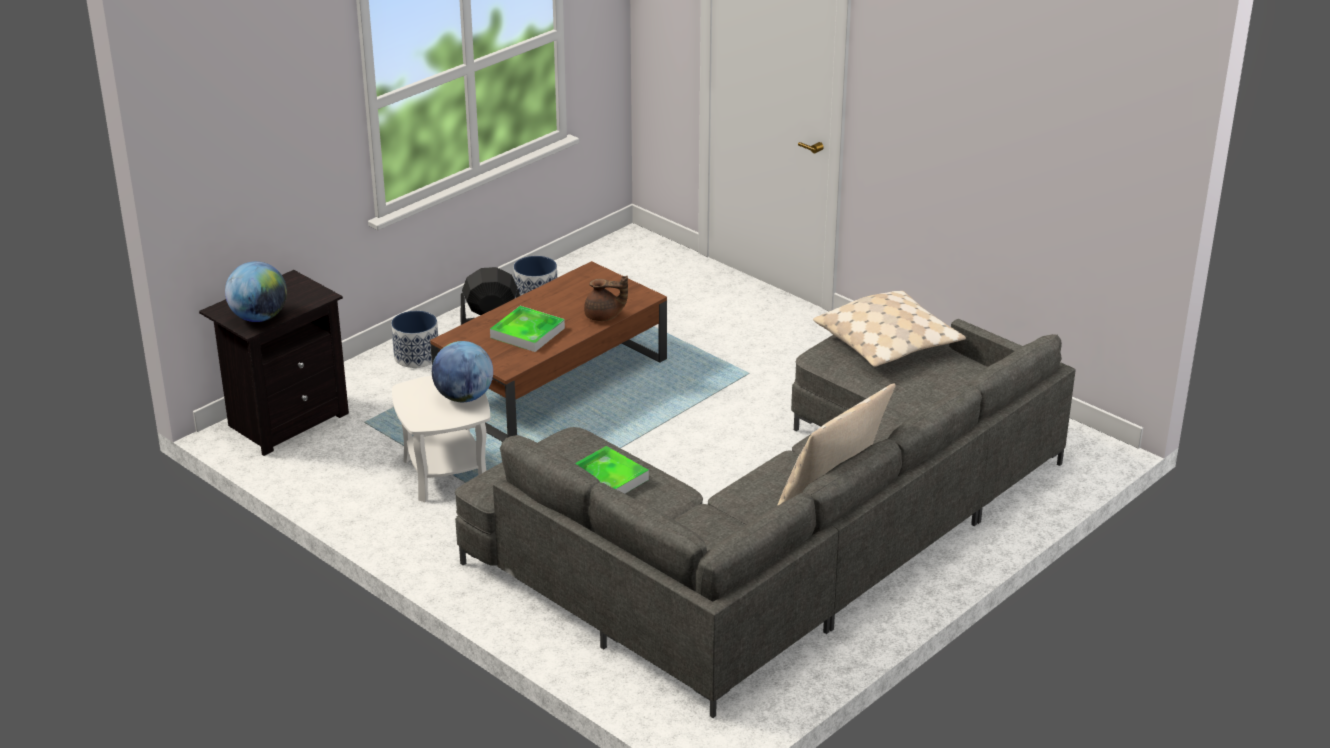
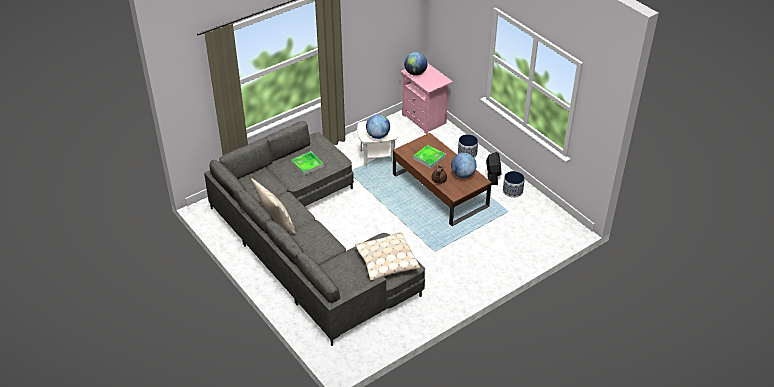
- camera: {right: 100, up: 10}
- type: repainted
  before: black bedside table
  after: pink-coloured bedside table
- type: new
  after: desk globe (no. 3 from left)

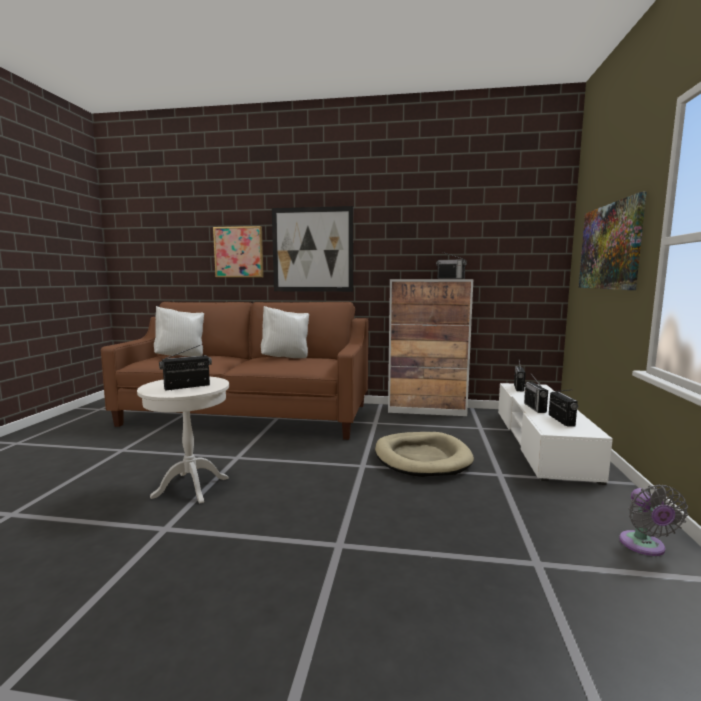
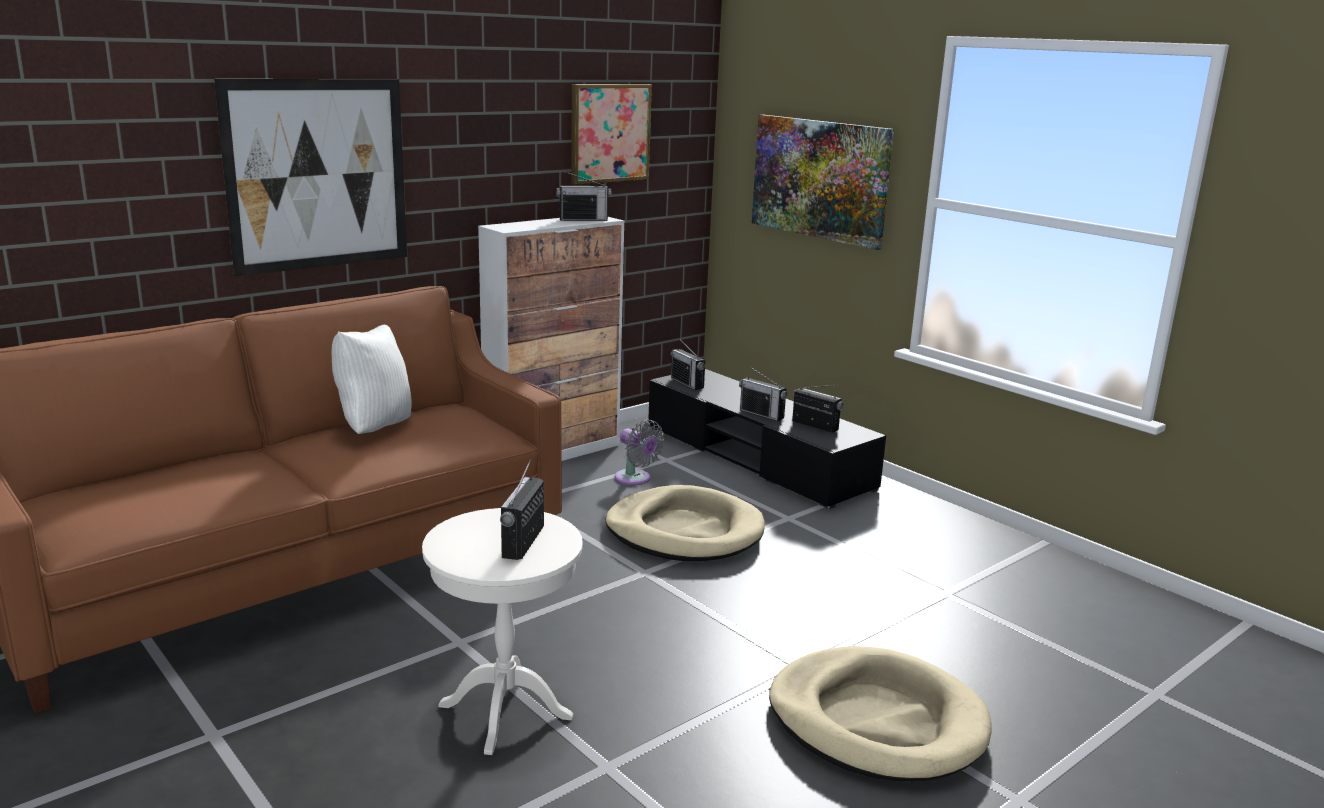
- camera: {right: -50, up: 10}
- type: gone
  before: white throw pillow (no. 1 from left)
- type: shifted
  before: picture (no. 1 from left in the first image)
  after: picture (no. 2 from left)
- type: repainted
  before: white tv unit
  after: black tv unit
- type: shifted
  before: grey electric fan
- type: new
  after: sand-coloured dog cushion (no. 2 from left)

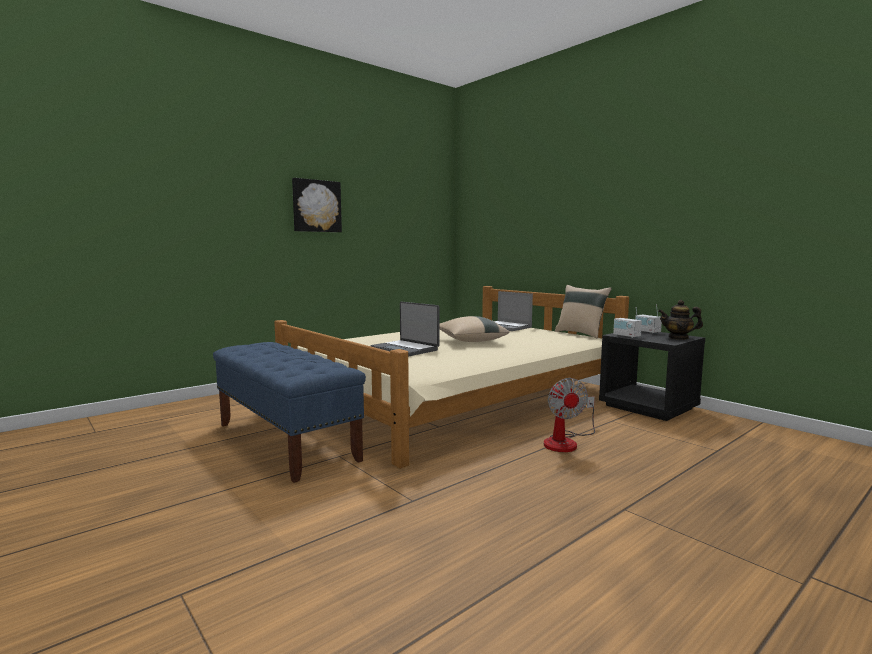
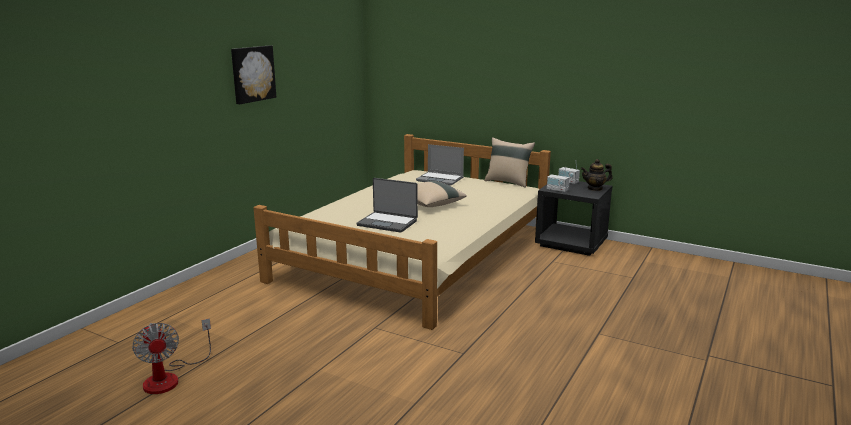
- camera: {right: -20, up: 10}
- type: gone
  before: blue-coloured long seat
- type: shifted
  before: electric fan

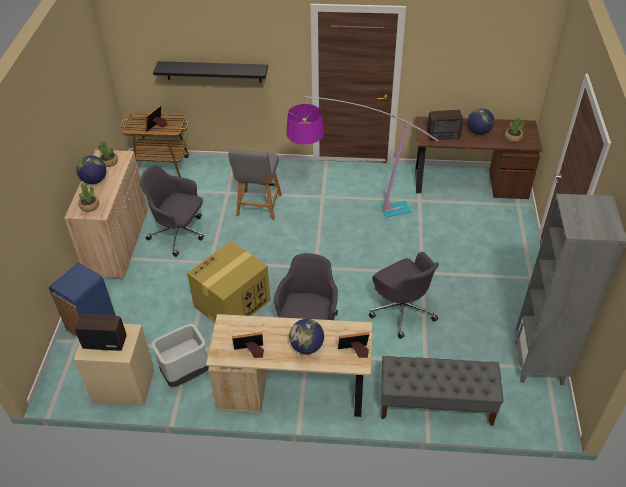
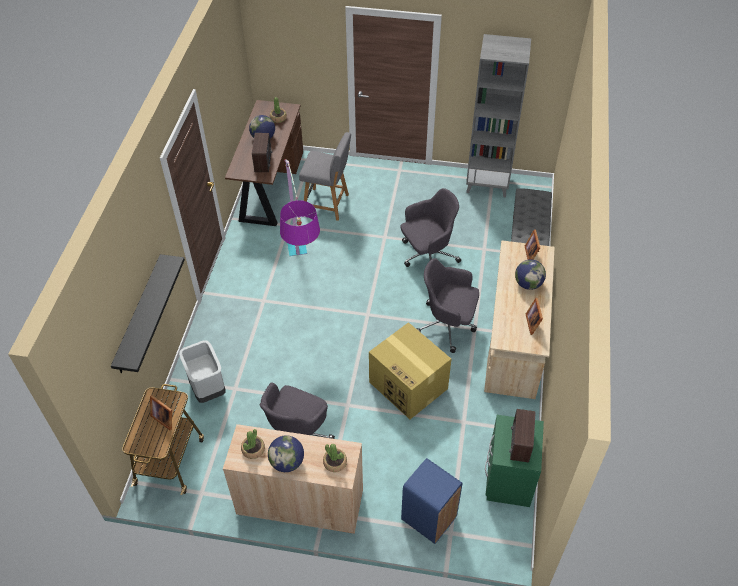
- camera: {right: -85, up: 5}
- type: repainted
  before: sand-coloured bedside table
  after: greenish bedside table
- type: shifted
  before: grey waste bin
- type: shifted
  before: grey plain chair

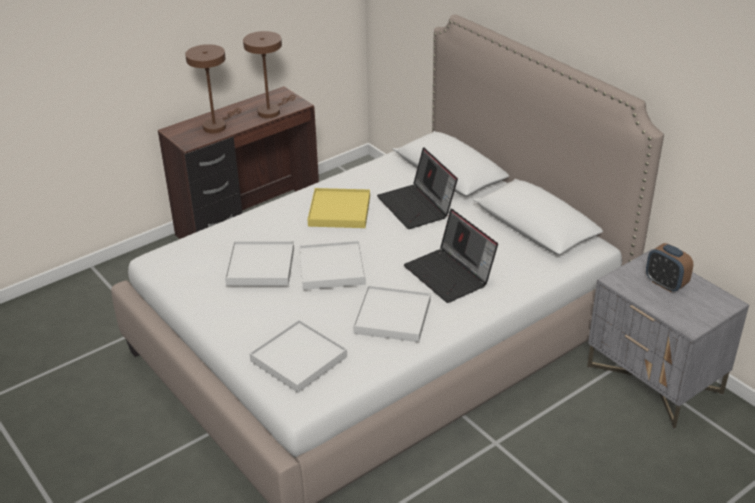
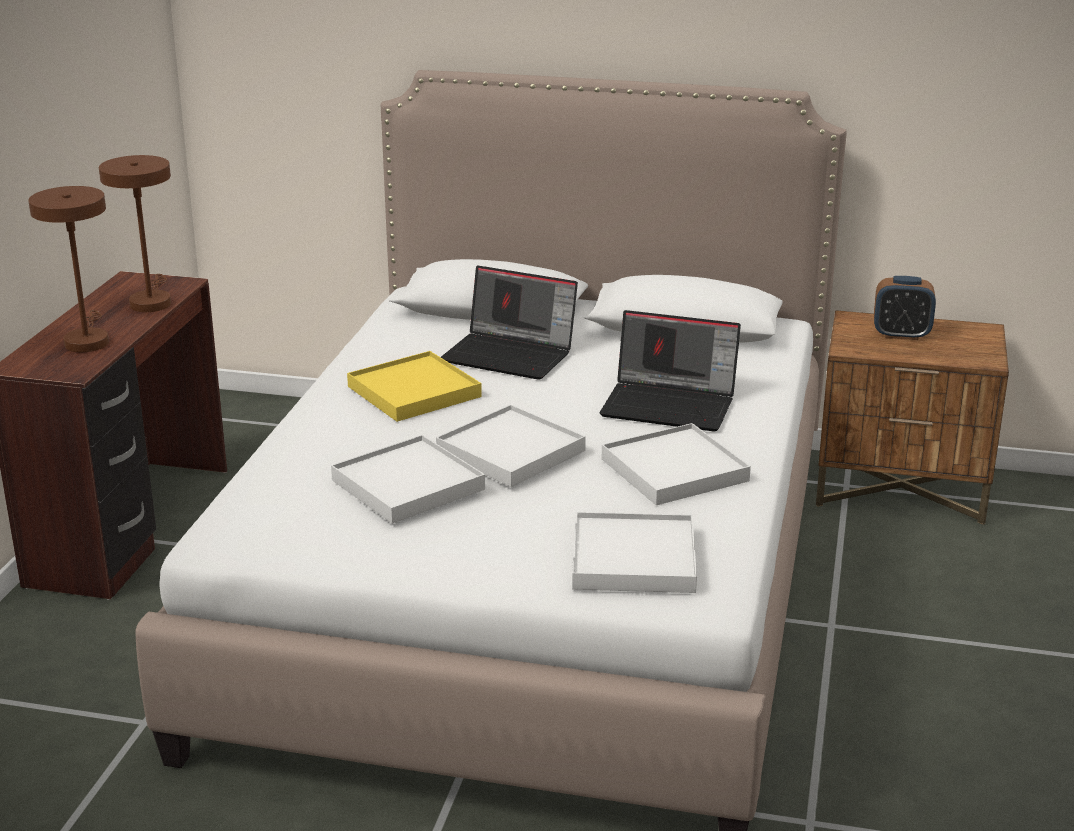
- camera: {right: -40, up: -10}
- type: repainted
  before: grey bedside table
  after: brown bedside table

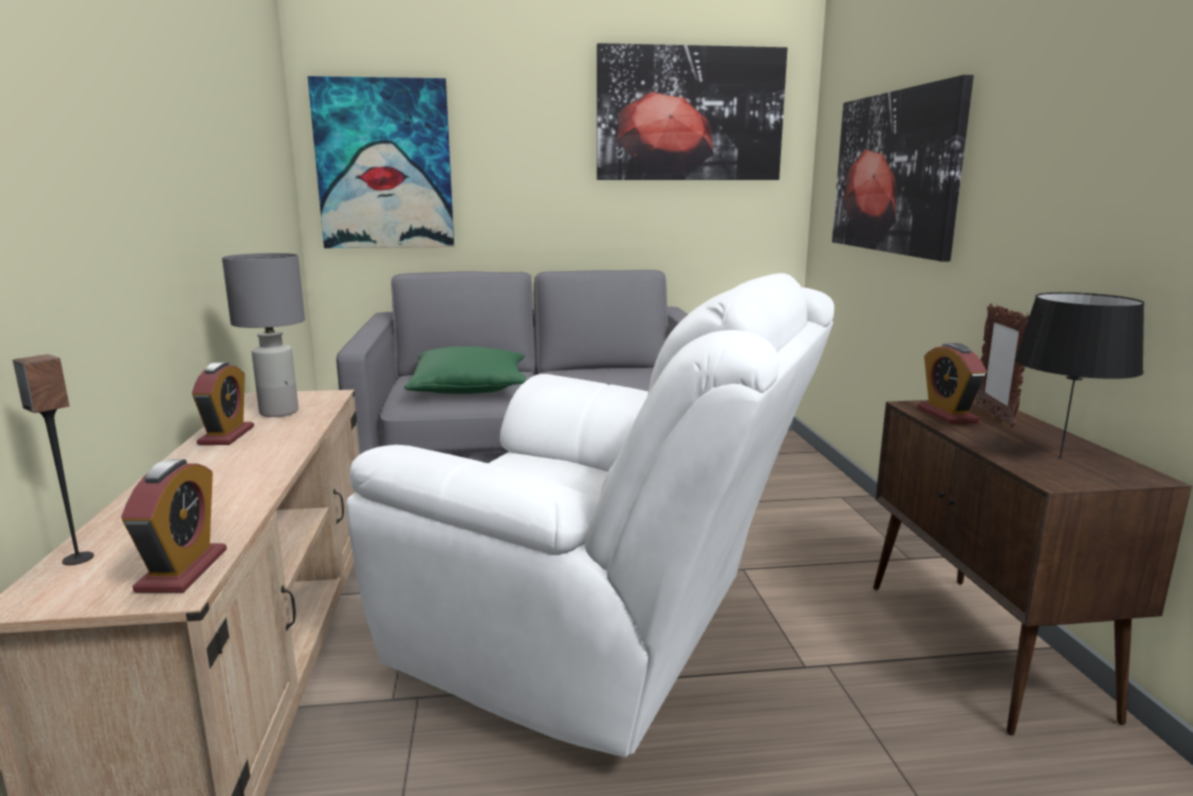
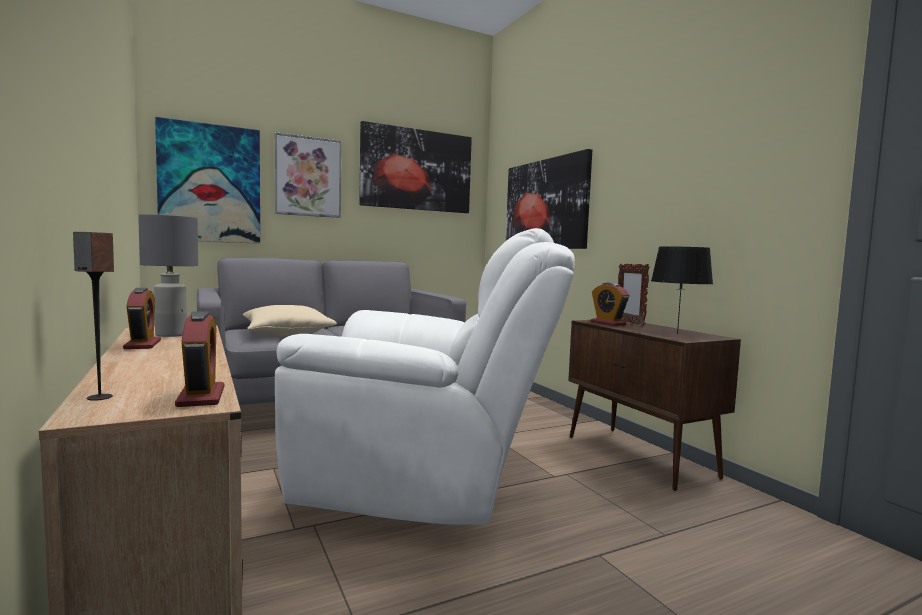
- camera: {right: -20, up: -10}
- type: repainted
  before: greenish throw pillow
  after: sand-coloured throw pillow
- type: new
  after: picture (no. 2 from left)

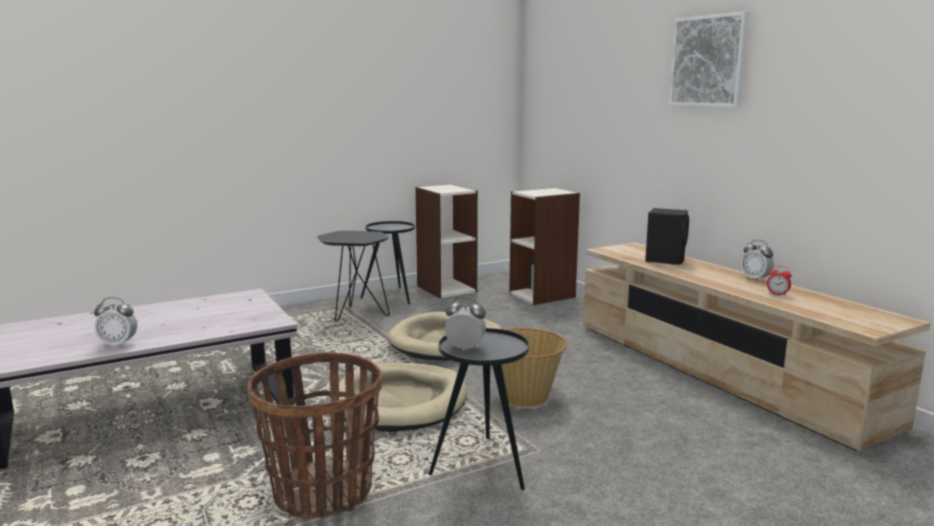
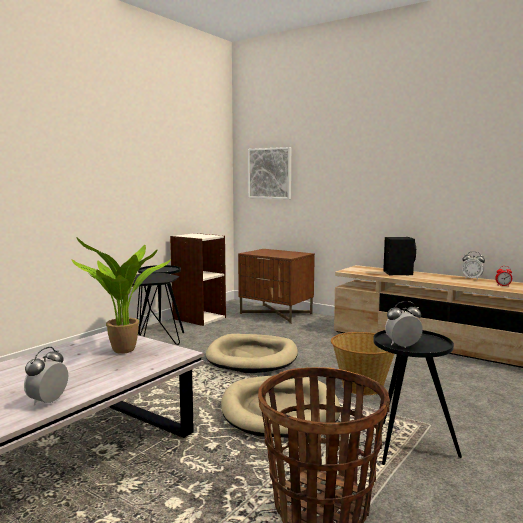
- camera: {right: -25, up: -5}
- type: rotated
  before: alarm clock (no. 1 from left)
  turn: 135
- type: swapped
  before: bookshelf (no. 2 from left)
  after: brown bedside table
- type: shifted
  before: picture
- type: new
  after: potted plant

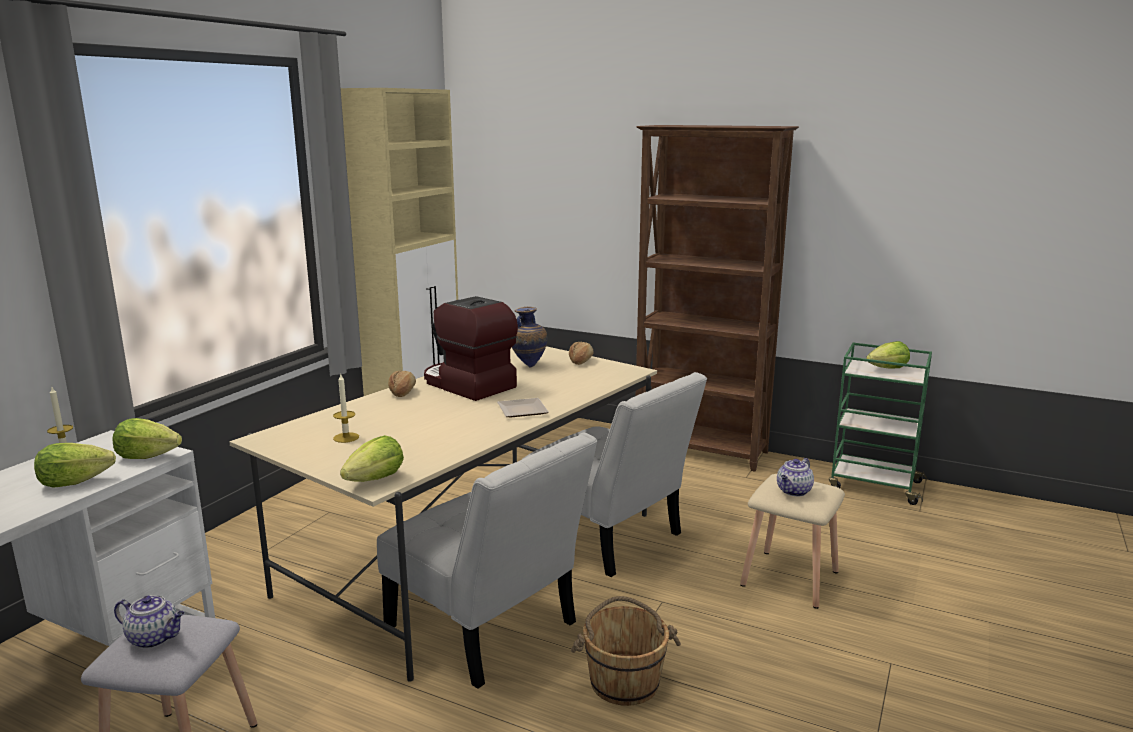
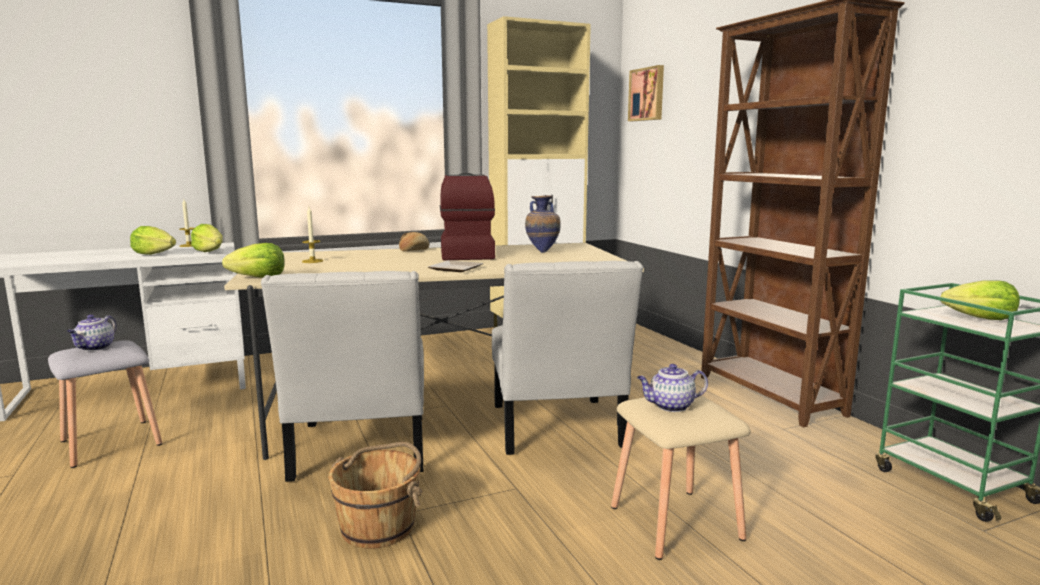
- camera: {right: 40, up: -5}
- type: rotated
  before: pot for tea (no. 1 from left)
  turn: 45
- type: gone
  before: bread (no. 2 from left)
- type: new
  after: picture

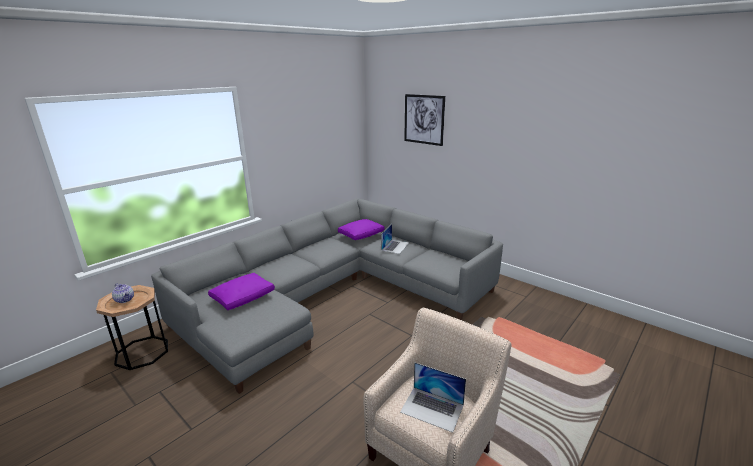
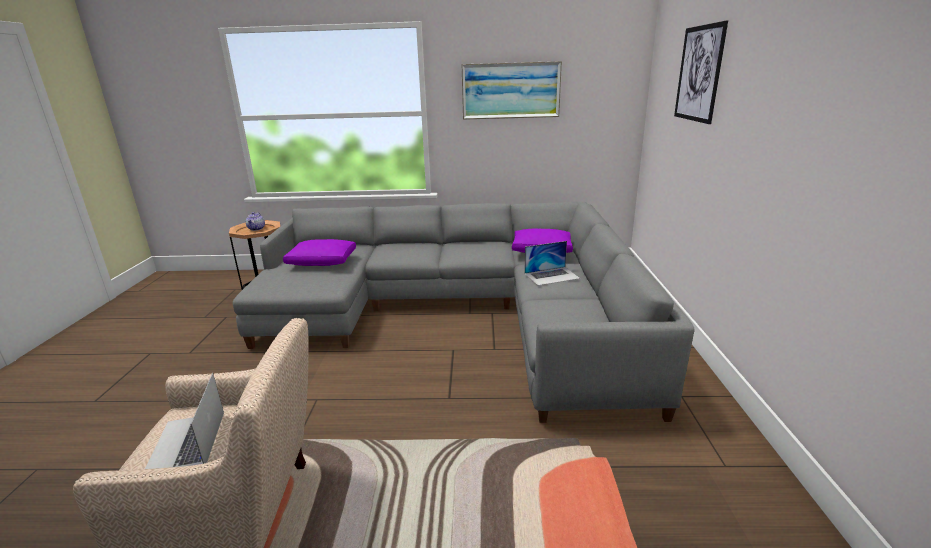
- camera: {right: 50, up: 0}
- type: new
  after: picture (no. 1 from left)

